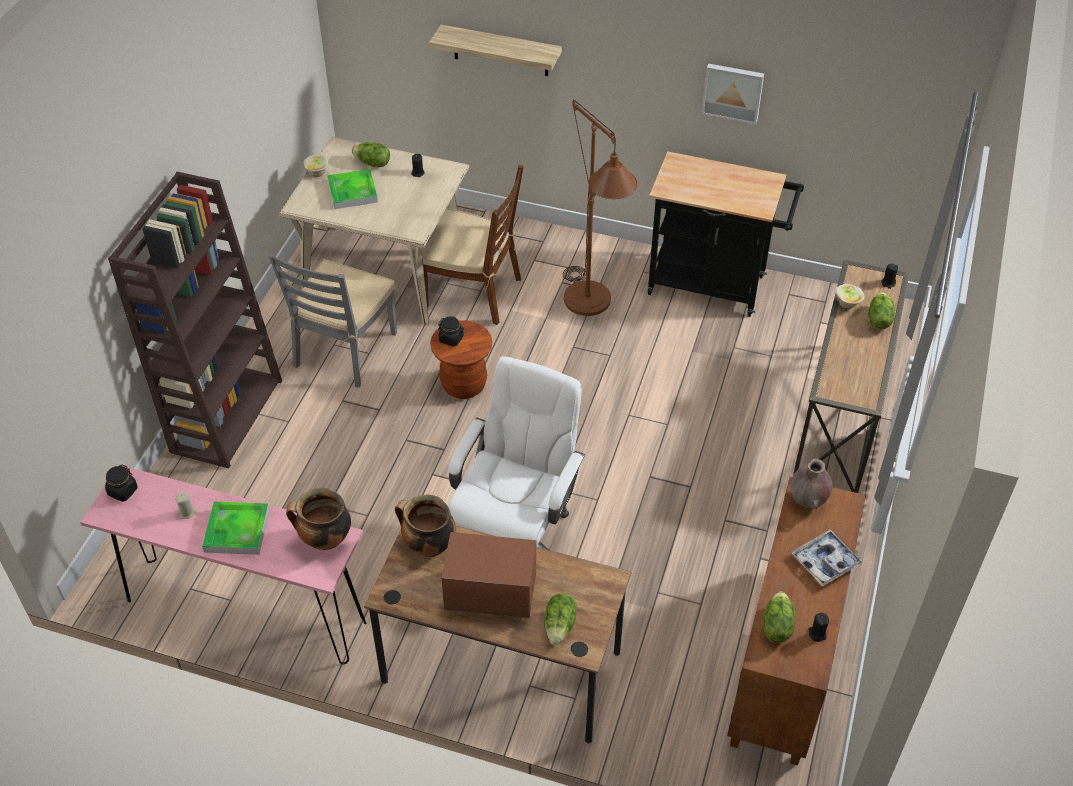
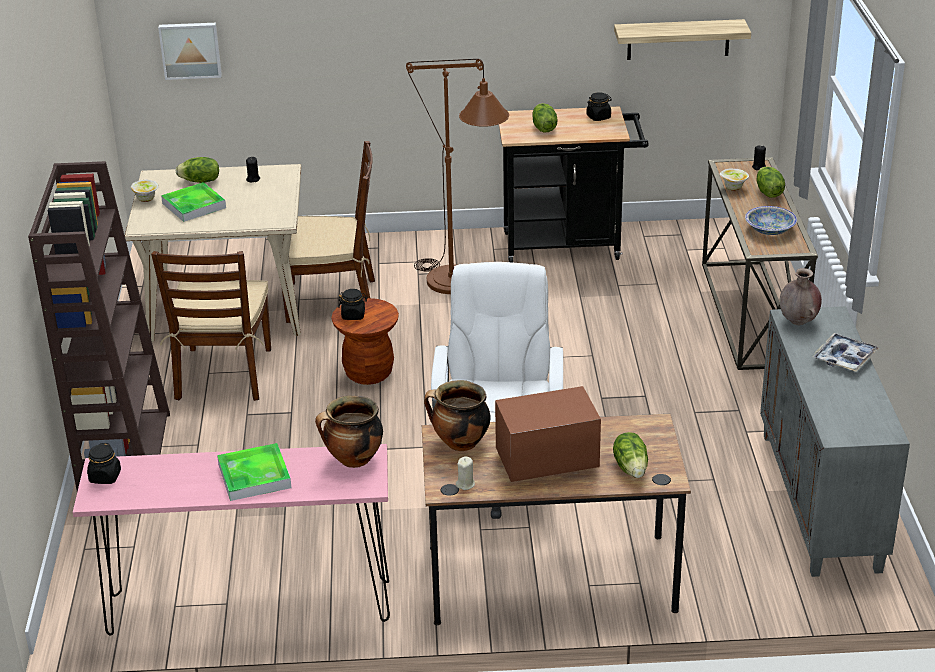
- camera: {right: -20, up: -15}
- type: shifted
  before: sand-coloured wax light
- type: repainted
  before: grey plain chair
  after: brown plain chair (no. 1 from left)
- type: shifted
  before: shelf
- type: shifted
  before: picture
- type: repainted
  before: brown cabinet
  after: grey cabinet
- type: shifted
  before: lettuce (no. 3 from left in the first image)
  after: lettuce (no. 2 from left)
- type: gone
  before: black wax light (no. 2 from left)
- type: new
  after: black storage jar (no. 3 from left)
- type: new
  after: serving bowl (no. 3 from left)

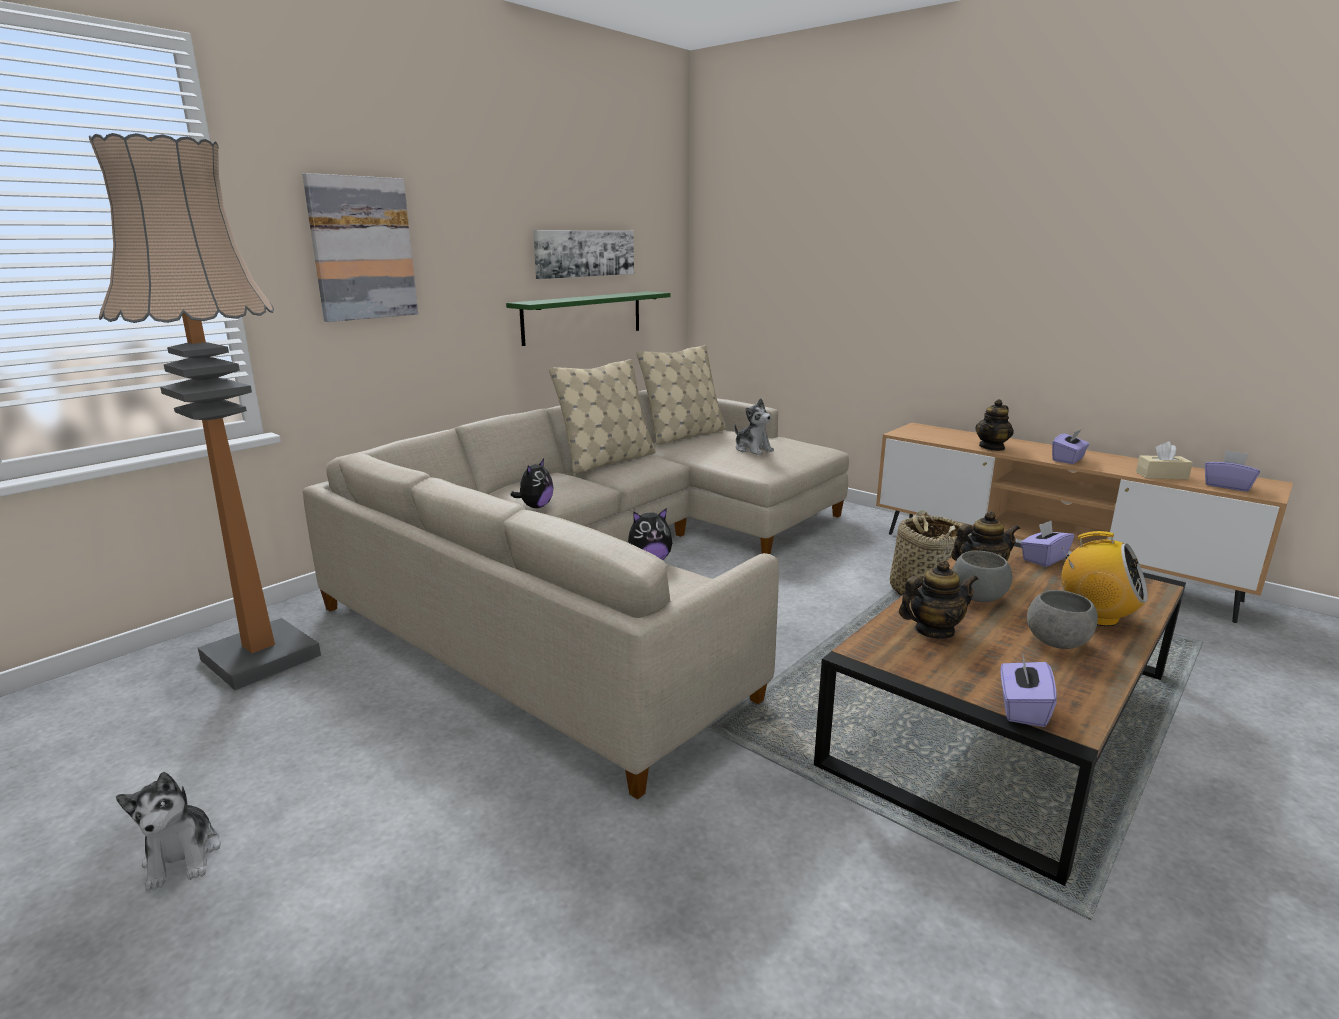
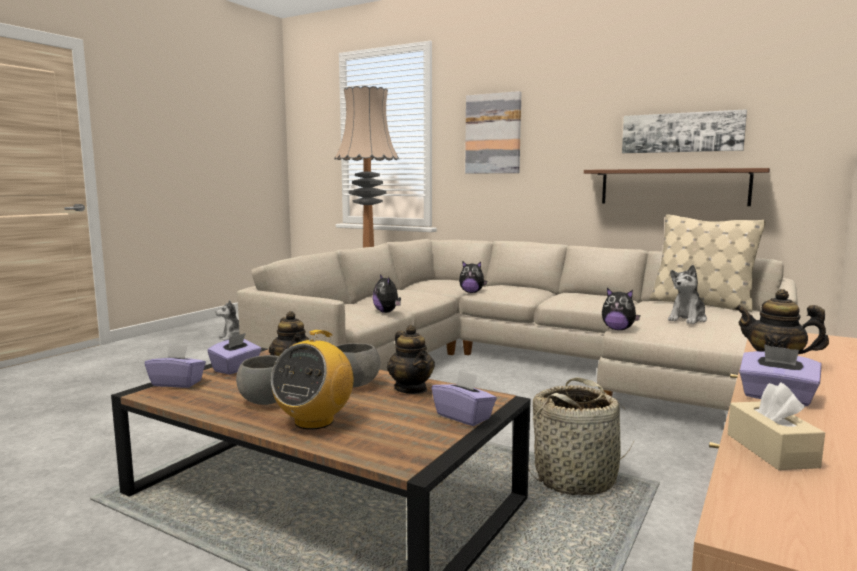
- camera: {right: 80, up: -10}
- type: repainted
  before: greenish shelf
  after: brown shelf
- type: gone
  before: sand-coloured throw pillow (no. 1 from left)
- type: shifted
  before: purplish box of tissues (no. 4 from left in the first image)
  after: purplish box of tissues (no. 2 from left)
- type: new
  after: plush toy (no. 4 from left)

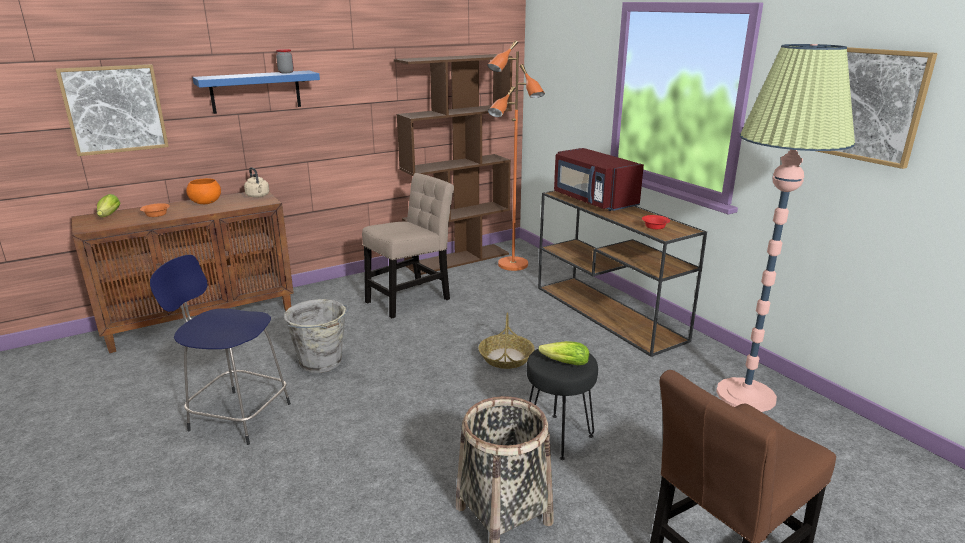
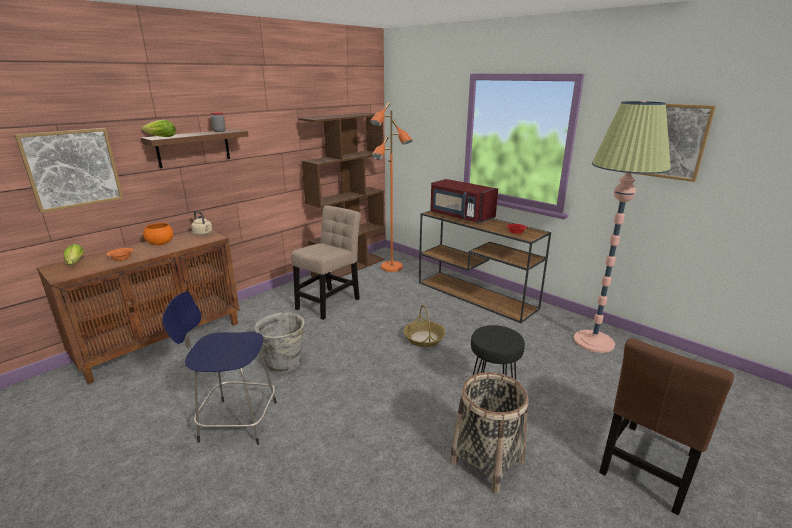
- camera: {right: -15, up: 0}
- type: repainted
  before: blue-coloured shelf
  after: brown shelf
- type: shifted
  before: lettuce (no. 2 from left)

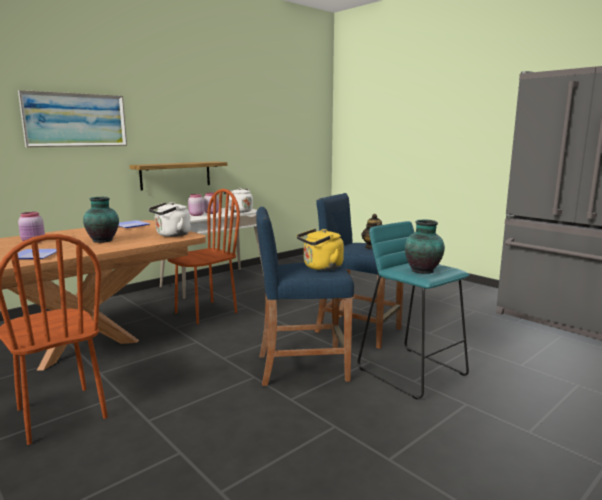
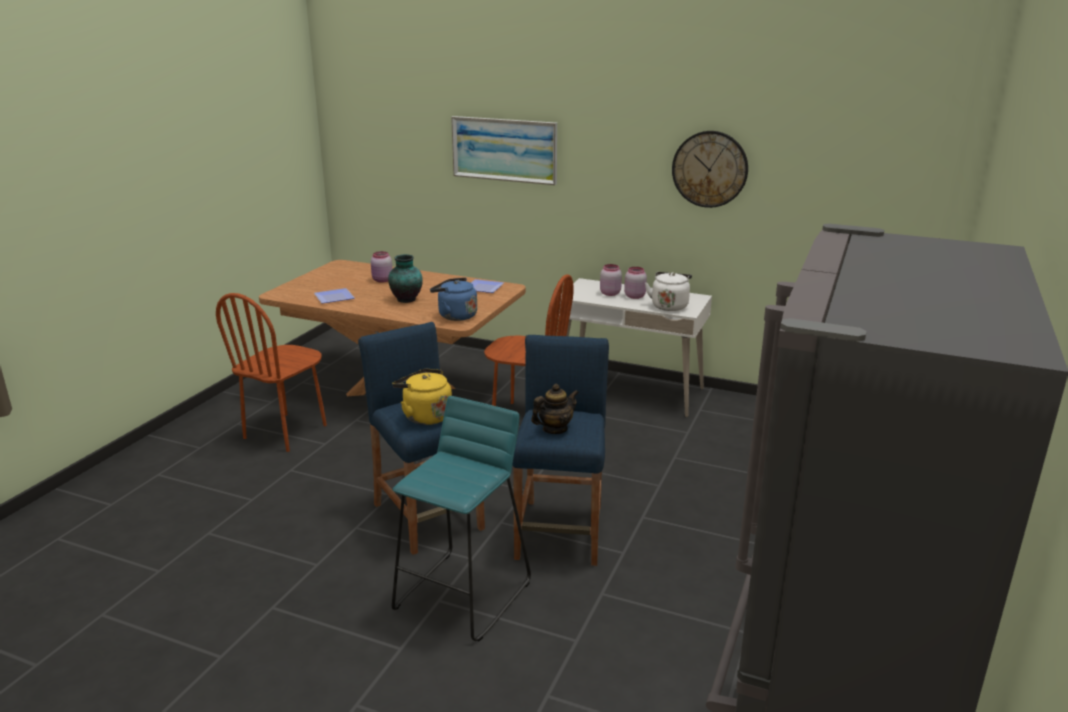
- camera: {right: 65, up: 10}
- type: gone
  before: shelf
- type: repainted
  before: white water kettle (no. 1 from left)
  after: blue-coloured water kettle
- type: gone
  before: flower vase (no. 2 from left)
- type: new
  after: clock on the wall

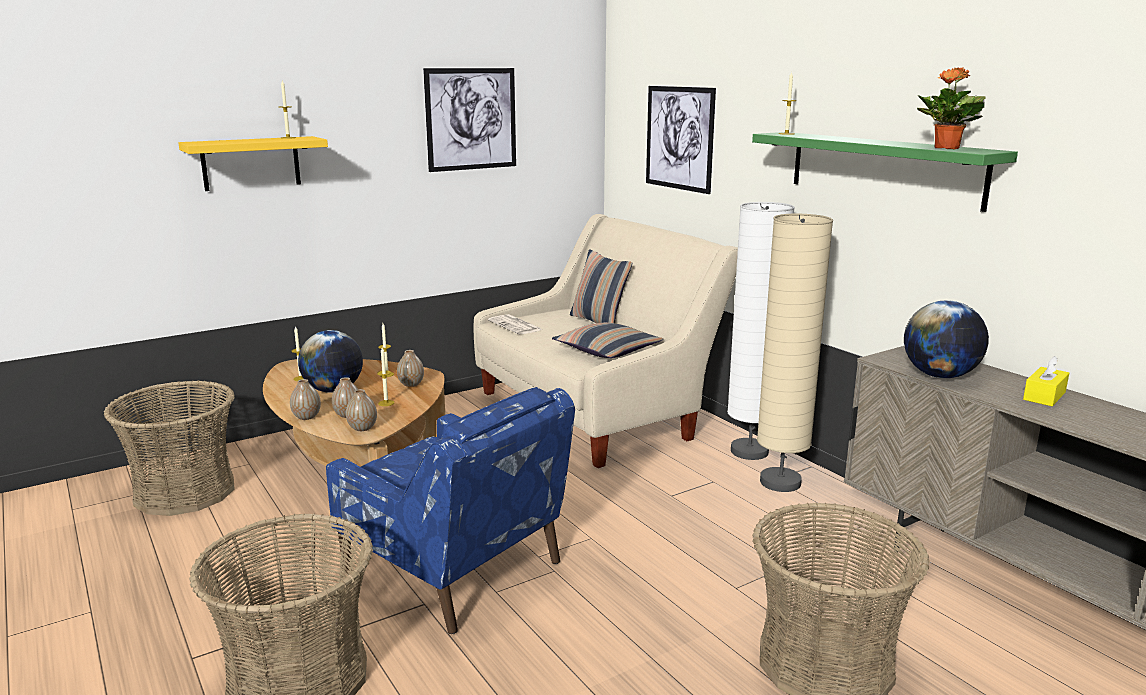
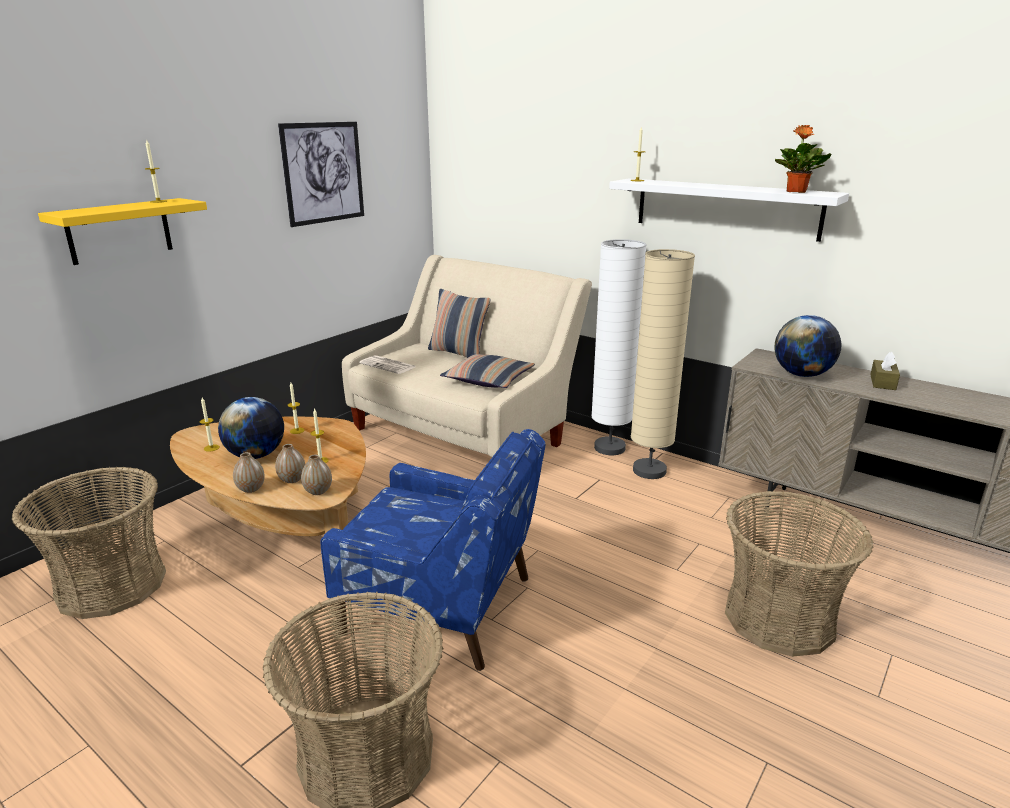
- camera: {right: -20, up: 5}
- type: gone
  before: flower vase (no. 4 from left)
- type: gone
  before: picture (no. 2 from left)
- type: repainted
  before: greenish shelf
  after: white shelf
- type: repainted
  before: yellowish box of tissues
  after: brown box of tissues

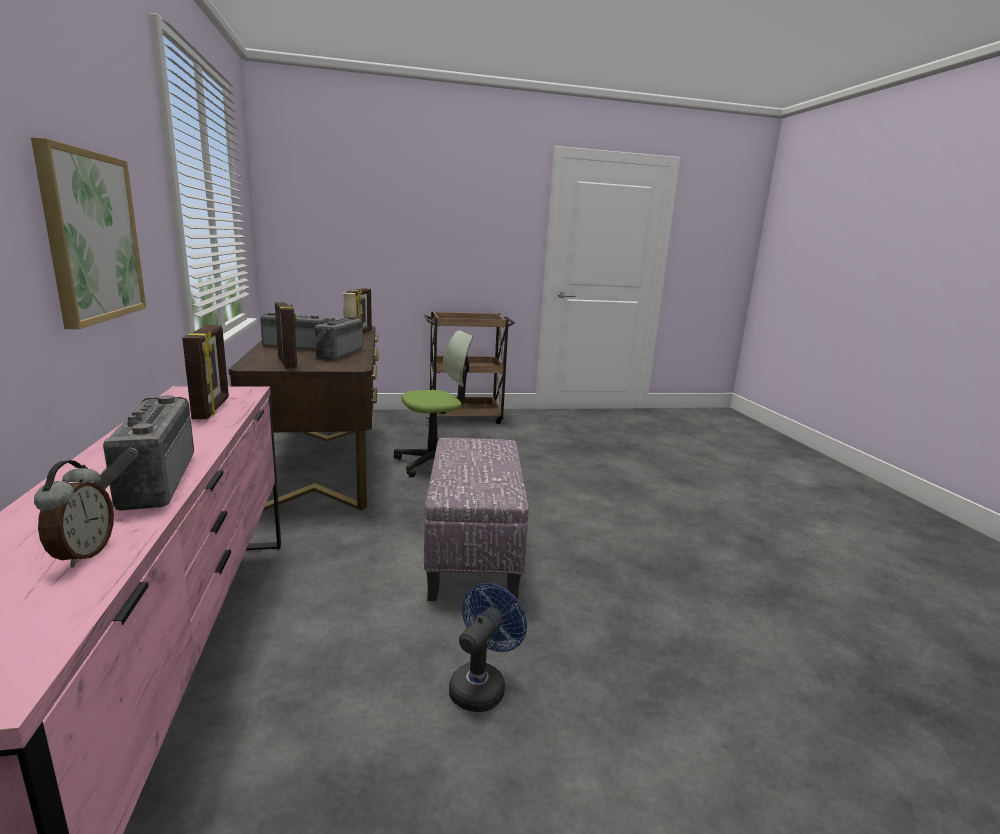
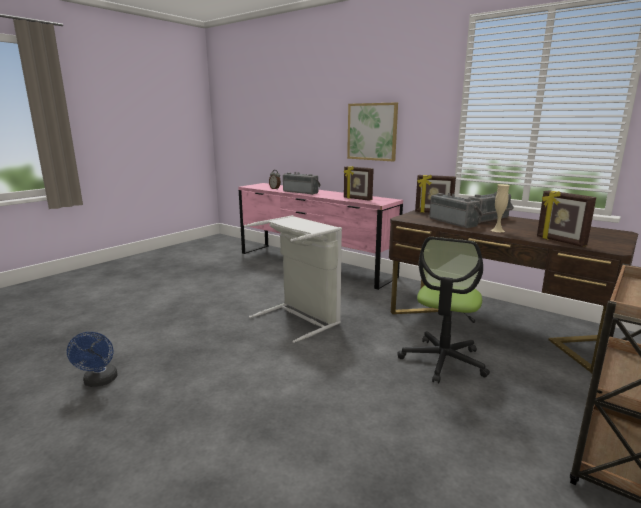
- camera: {right: 140, up: 0}
- type: swapped
  before: pouffe
  after: grey laundry basket
- type: shifted
  before: blue-coloured electric fan

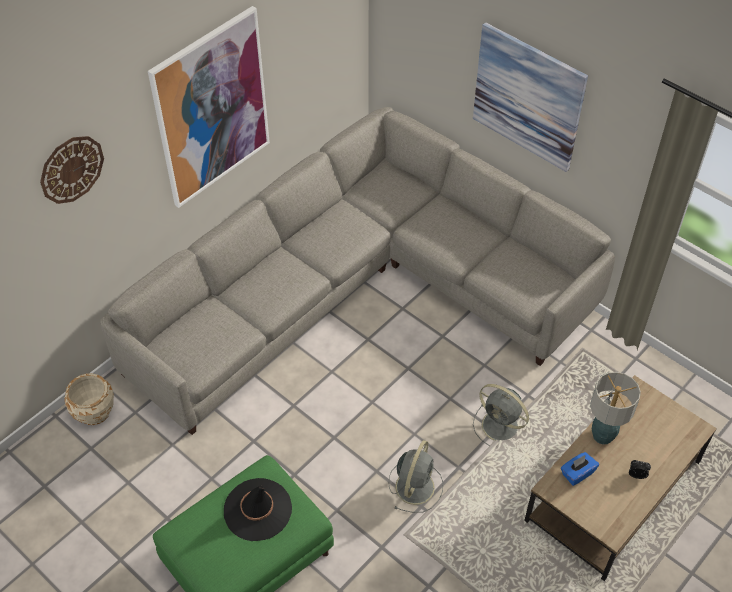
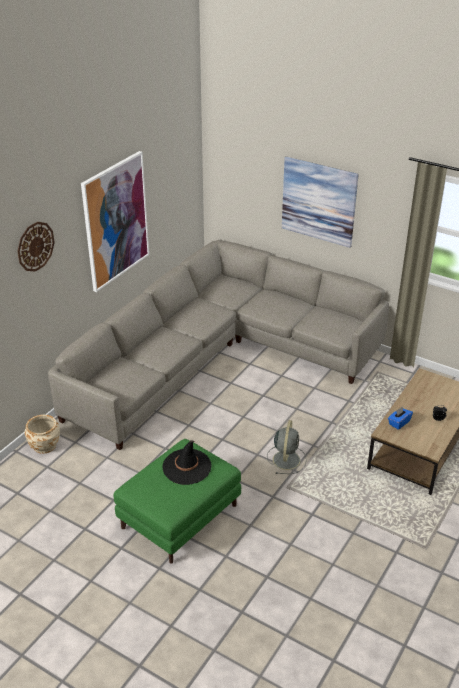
- camera: {right: -10, up: -15}
- type: gone
  before: grey electric fan (no. 2 from left)
- type: gone
  before: lamp for a table

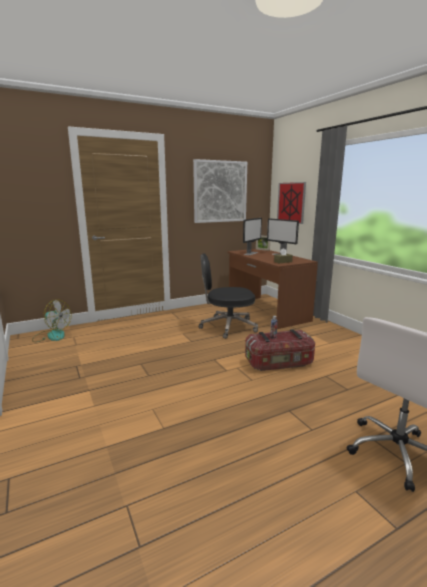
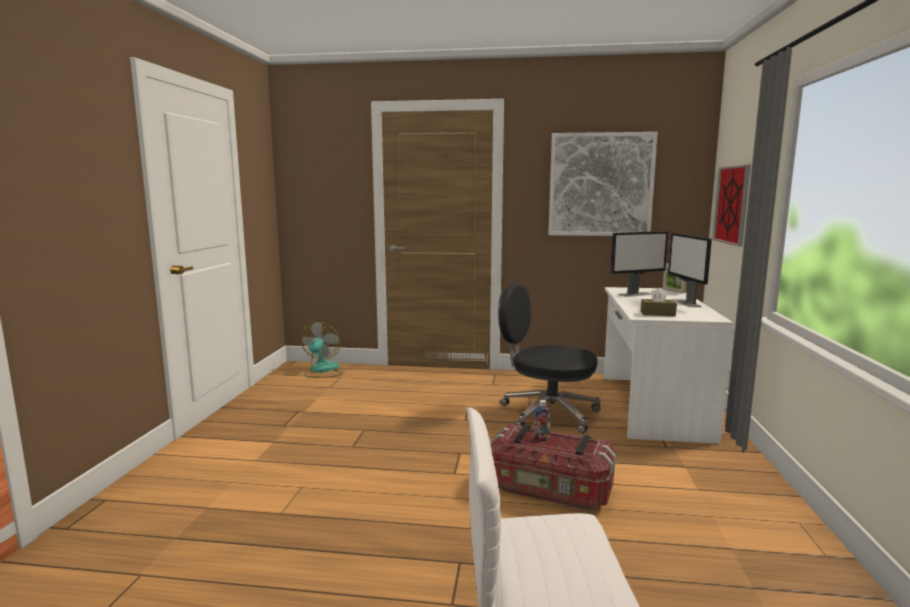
- camera: {right: 35, up: -5}
- type: rotated
  before: electric fan
  turn: -135
- type: repainted
  before: brown desk
  after: white desk

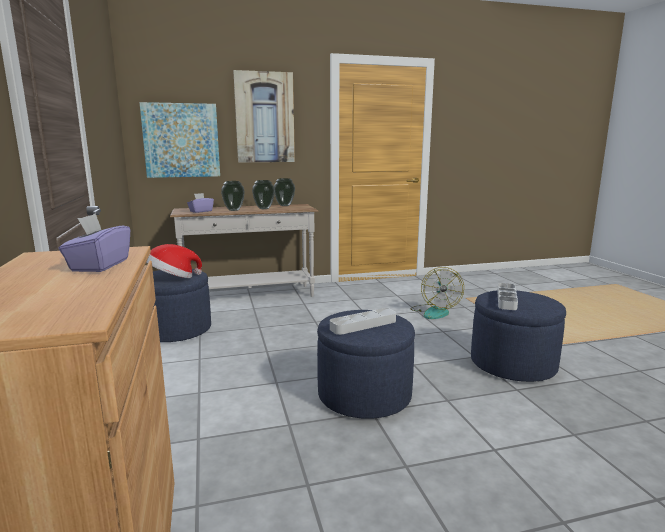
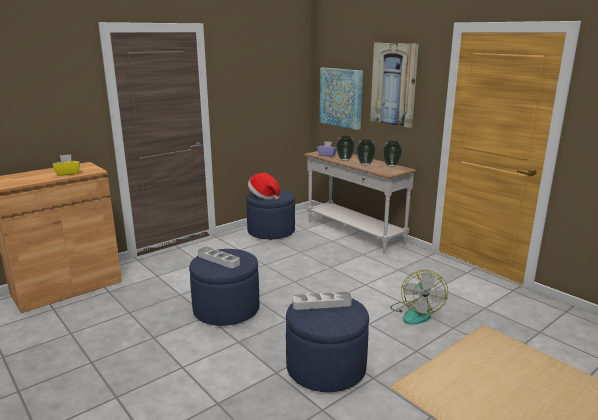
- camera: {right: 65, up: 5}
- type: repainted
  before: purplish box of tissues (no. 1 from left)
  after: yellowish box of tissues
- type: rotated
  before: electric fan
  turn: -60

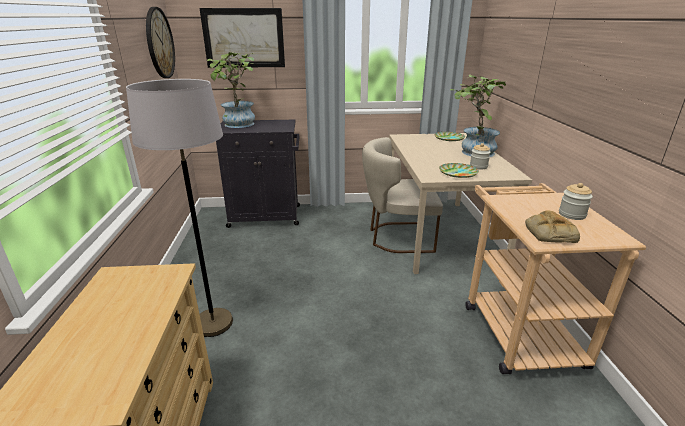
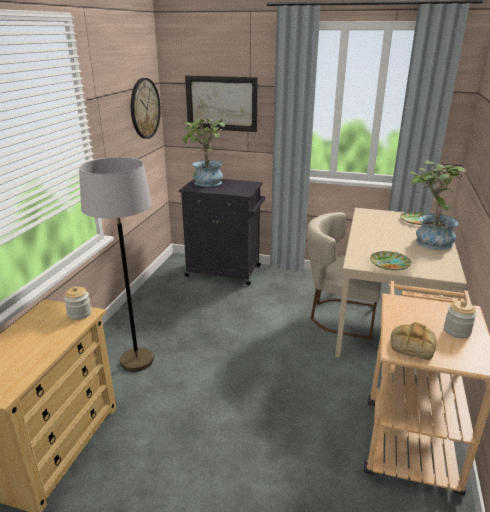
- camera: {right: 20, up: 0}
- type: shifted
  before: storage jar (no. 1 from left)

